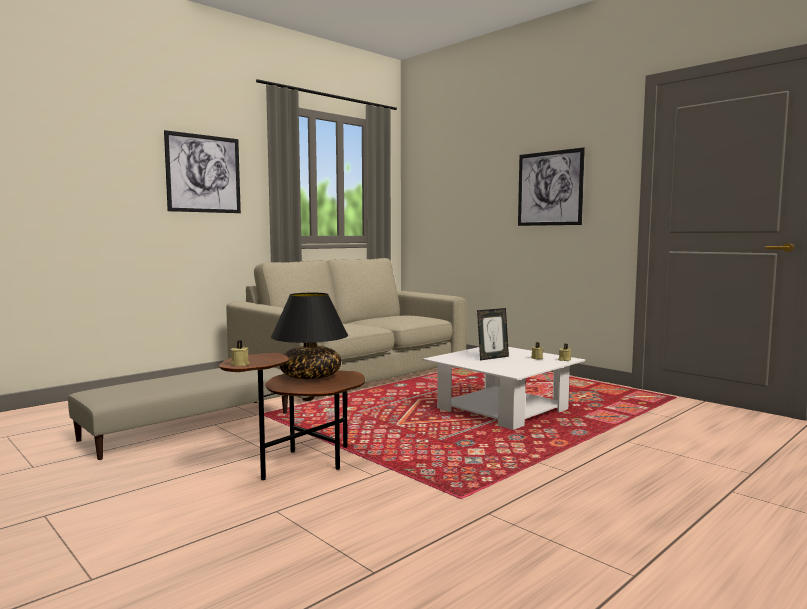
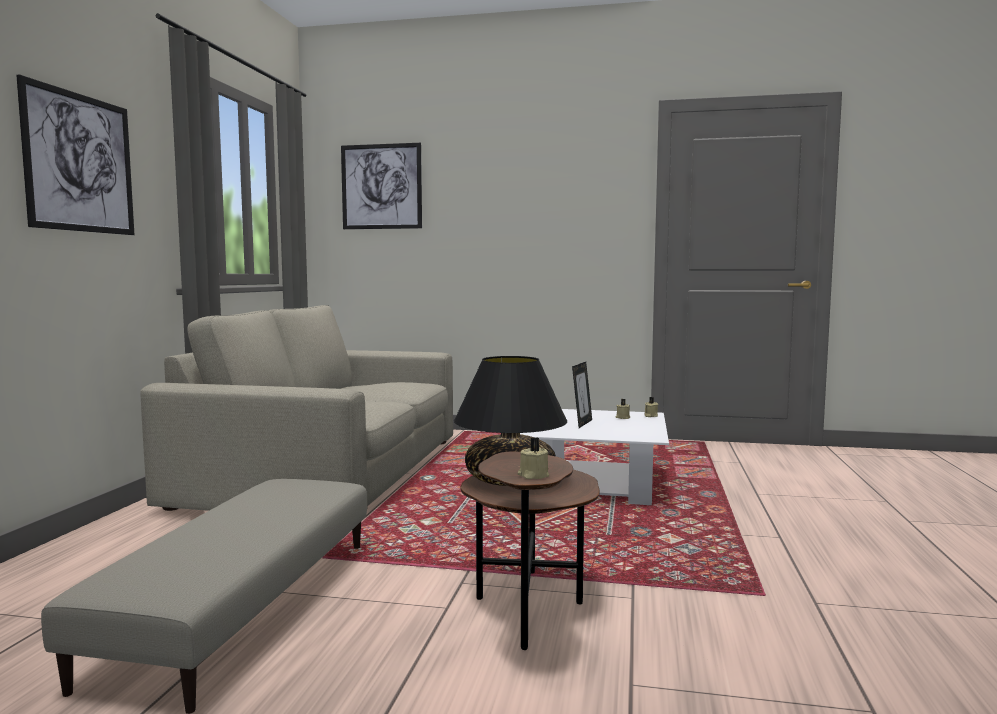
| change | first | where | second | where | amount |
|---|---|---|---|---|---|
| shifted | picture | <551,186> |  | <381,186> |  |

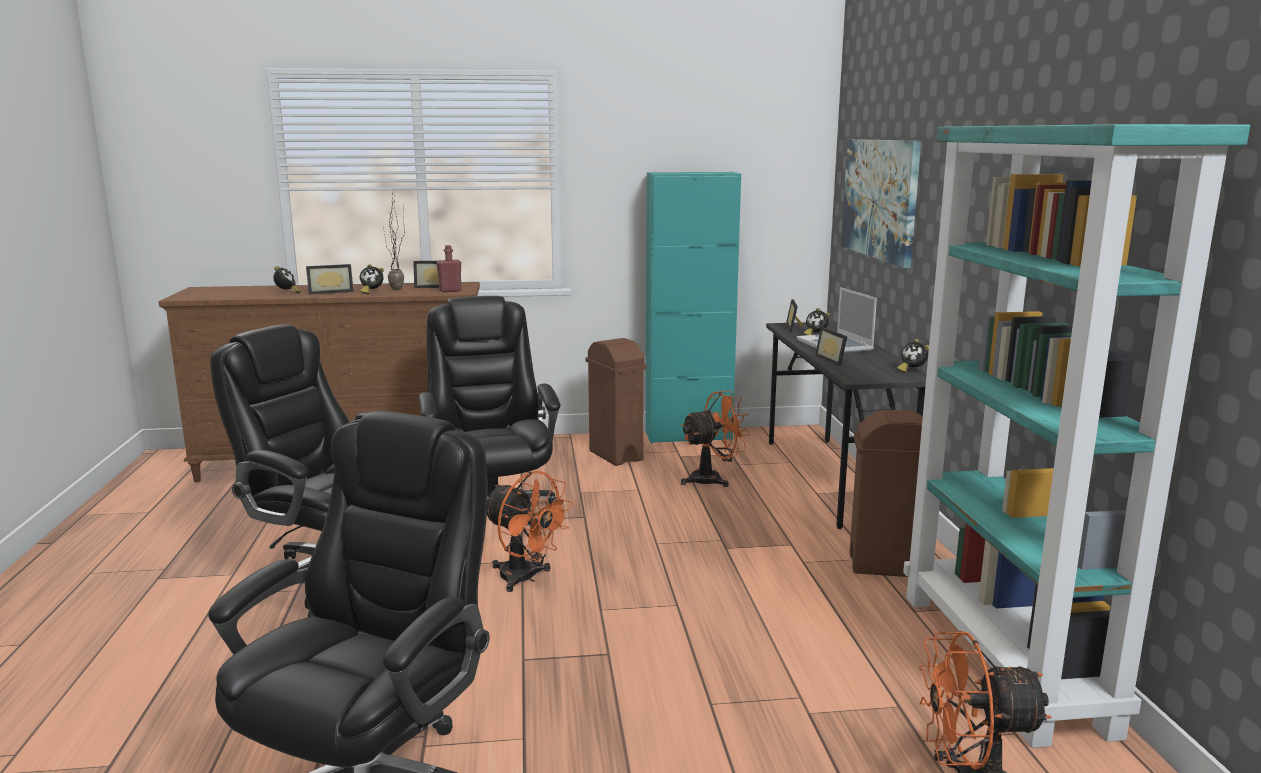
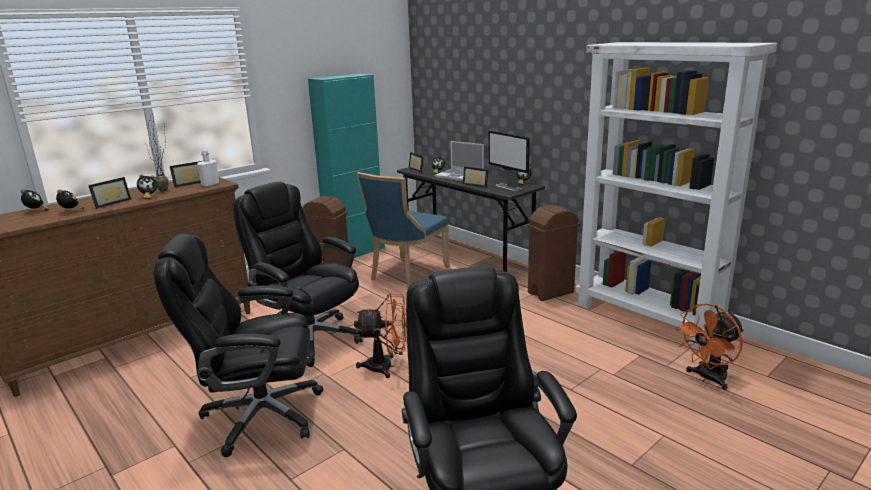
| change | first | where | second | where | amount |
|---|---|---|---|---|---|
| repainted | turquoise bookcase | <1076,436> | white bookcase | <676,196> |  |
| gone | picture | <881,203> |  |  |  |
| repainted | red bottle | <449,268> | white bottle | <208,168> |  |
| swapped | orange fan | <716,439> | blue chair | <403,230> |  |
| new |  |  | monitor | <509,161> |  |
| new |  |  | alarm clock | <35,200> |  |

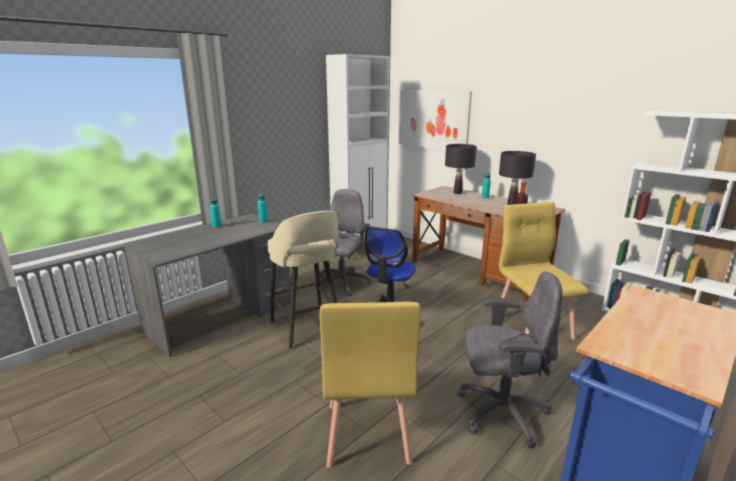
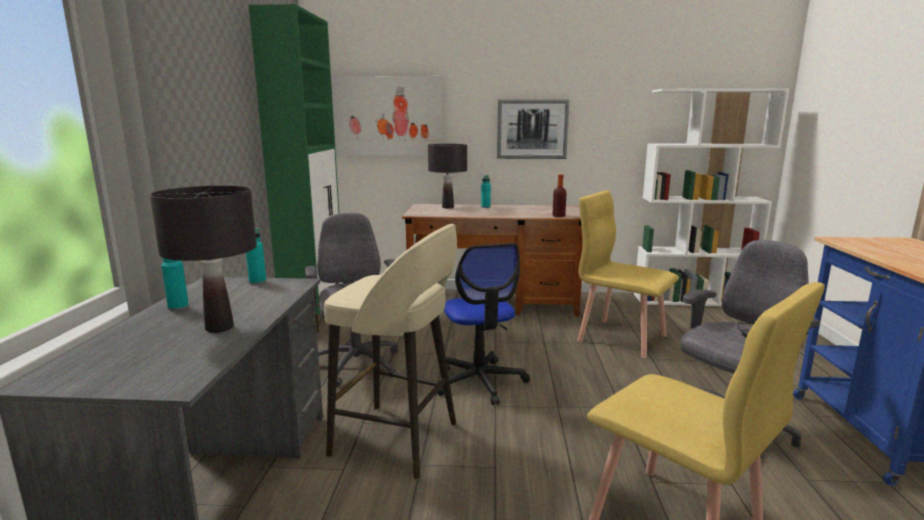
| change | first | where | second | where | amount |
|---|---|---|---|---|---|
| repainted | white cabinet | <357,156> | green cabinet | <296,168> |  |
| shifted | black table lamp | <517,178> |  | <203,259> |  |
| new |  |  | picture | <533,129> |  |

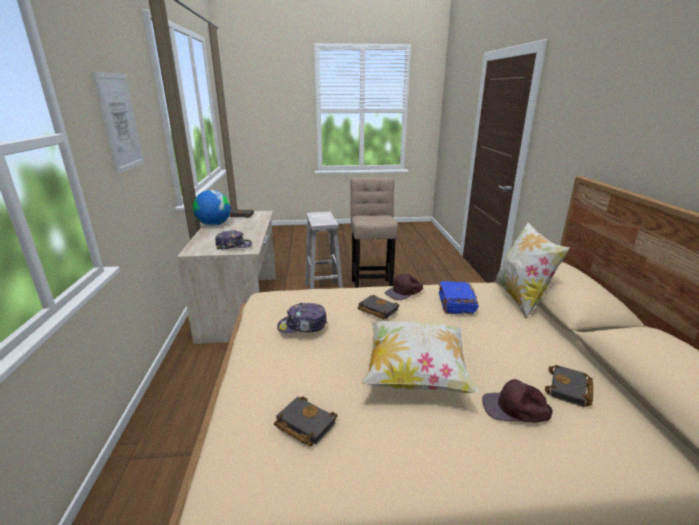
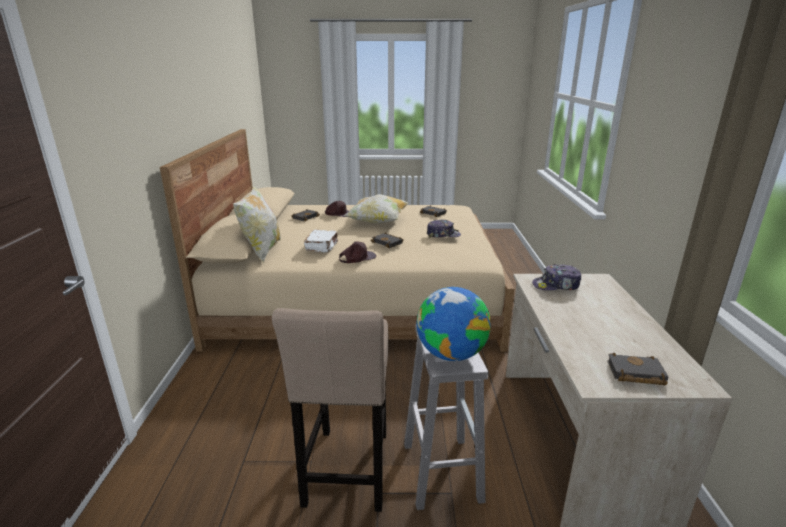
| change | first | where | second | where | amount |
|---|---|---|---|---|---|
| gone | picture | <118,122> |  |  |  |
| shifted | globe | <212,208> |  | <454,324> |  |
| repainted | blue book | <458,298> | white book | <321,241> |  |

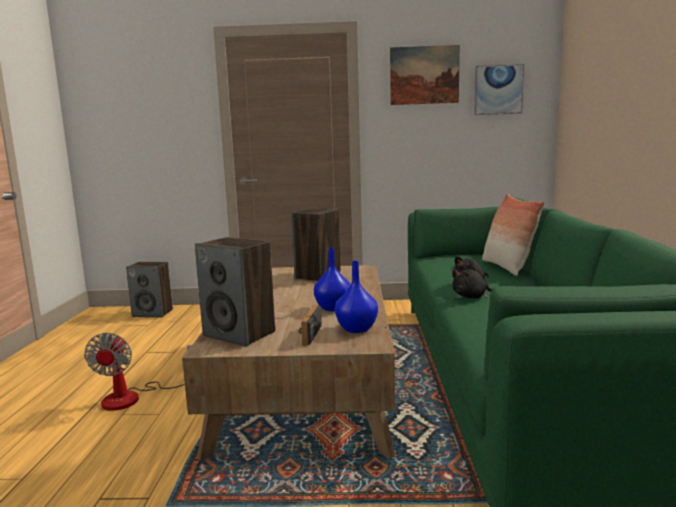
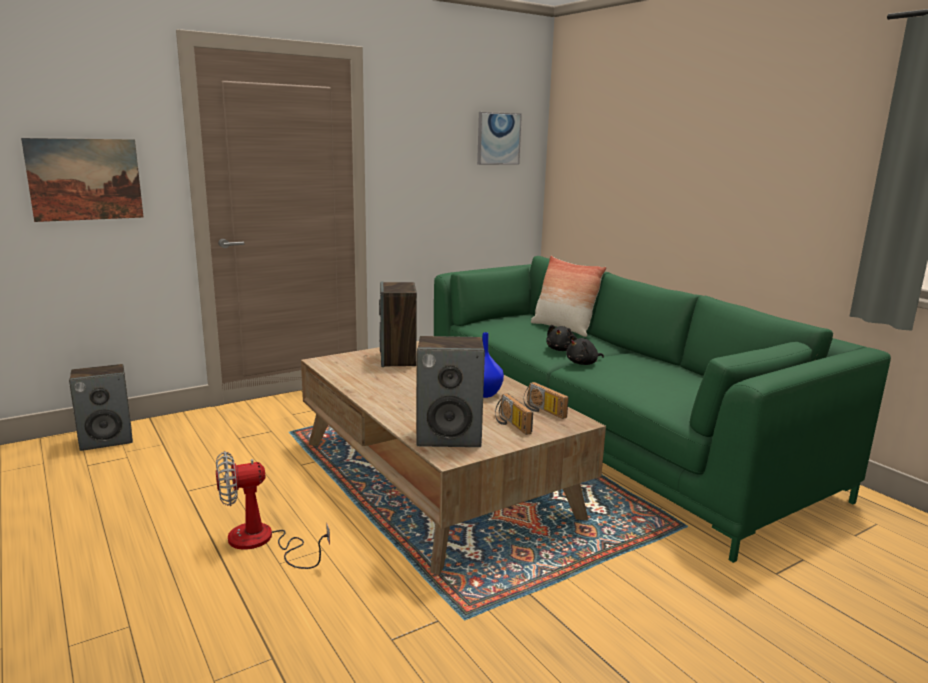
| change | first | where | second | where | amount |
|---|---|---|---|---|---|
| shifted | picture | <425,75> |  | <82,180> |  |
| swapped | blue vase | <356,297> | radio | <546,400> |  |
| rotated | fan | <138,372> |  | <273,510> | 105 degrees clockwise |

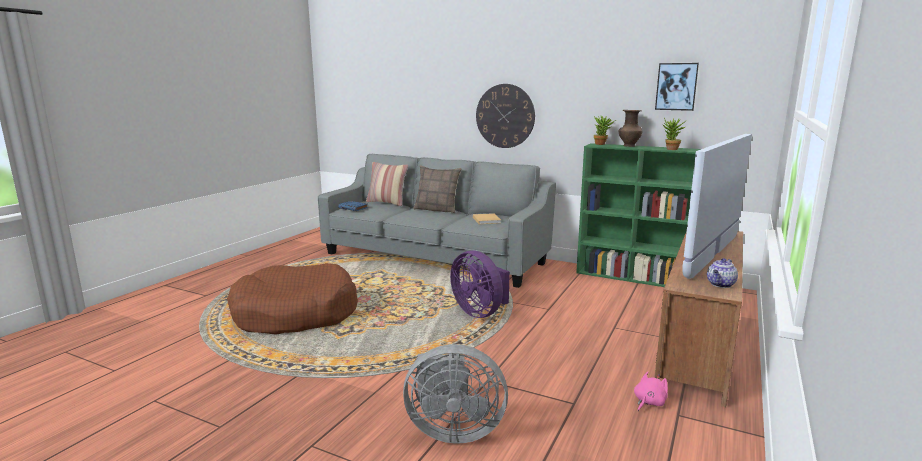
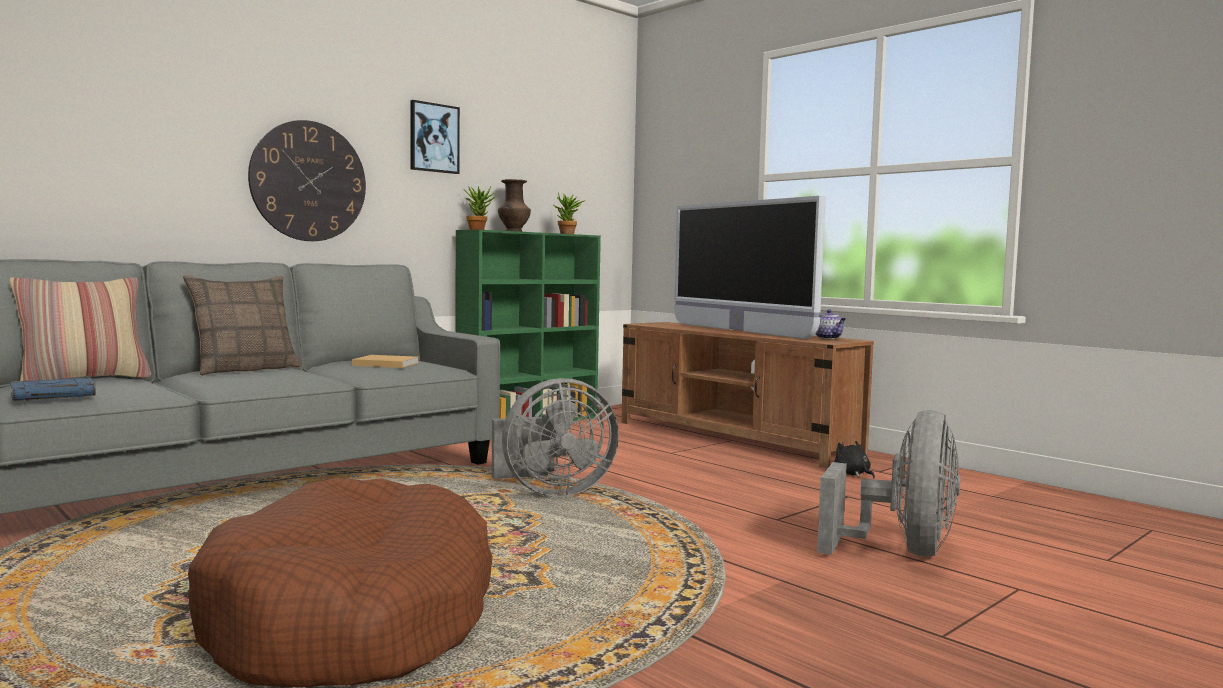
| change | first | where | second | where | amount |
|---|---|---|---|---|---|
| shifted | picture | <677,87> |  | <435,137> |  |
| repainted | purple fan | <480,284> | grey fan | <555,437> |  |
| repainted | pink plush toy | <651,391> | black plush toy | <854,459> |  |

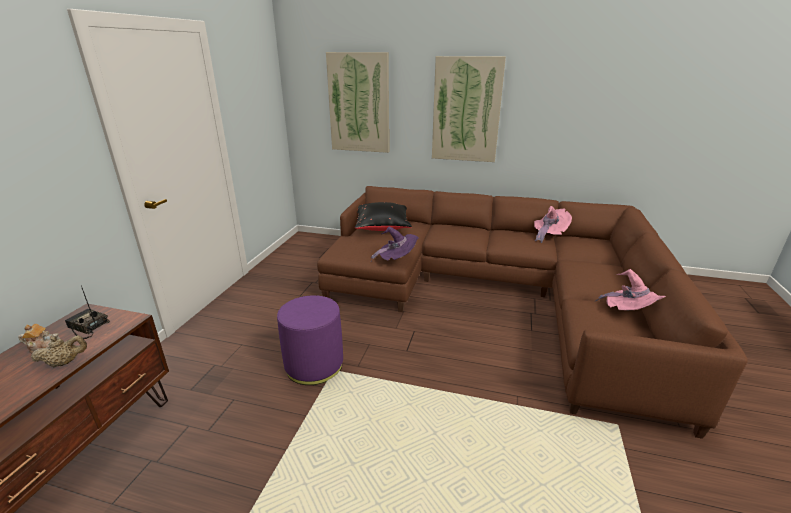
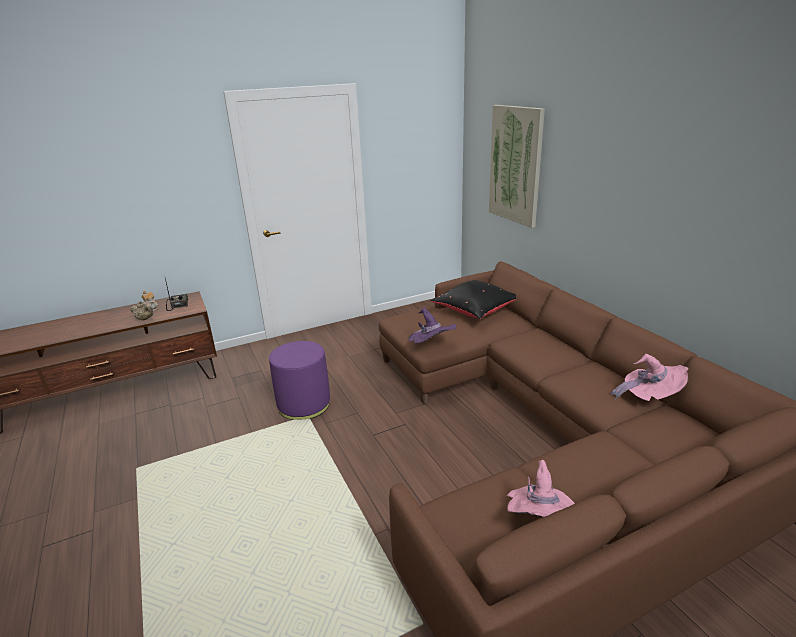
| change | first | where | second | where | amount |
|---|---|---|---|---|---|
| gone | picture | <469,109> |  |  |  |

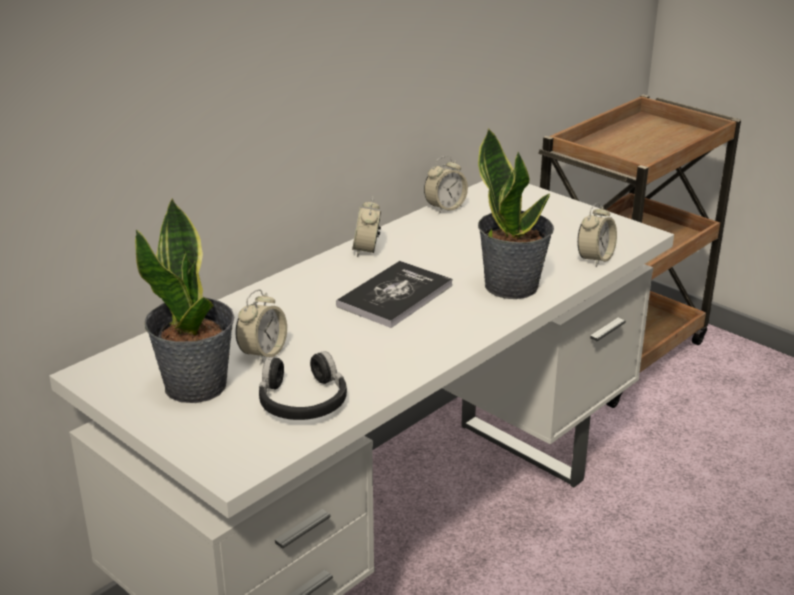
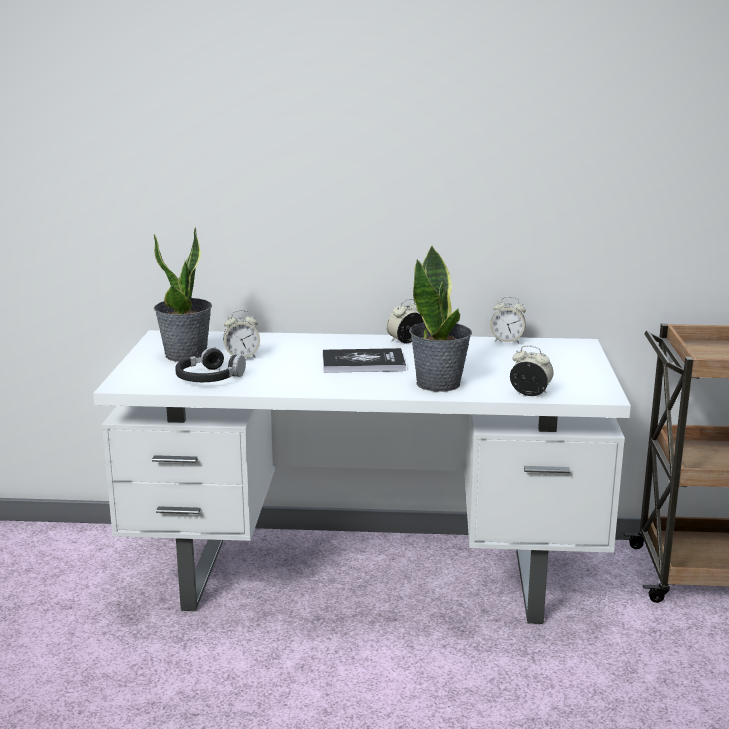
| change | first | where | second | where | amount |
|---|---|---|---|---|---|
| rotated | alarm clock | <597,235> |  | <532,371> | 150 degrees counterclockwise |

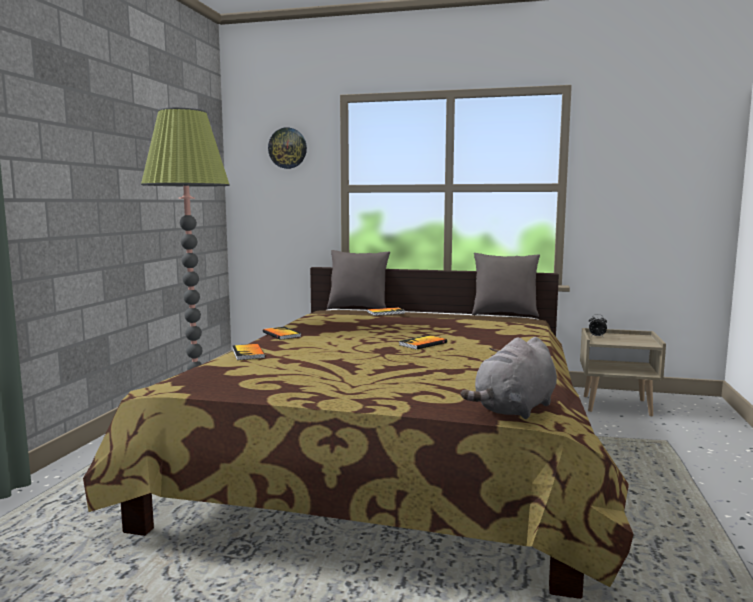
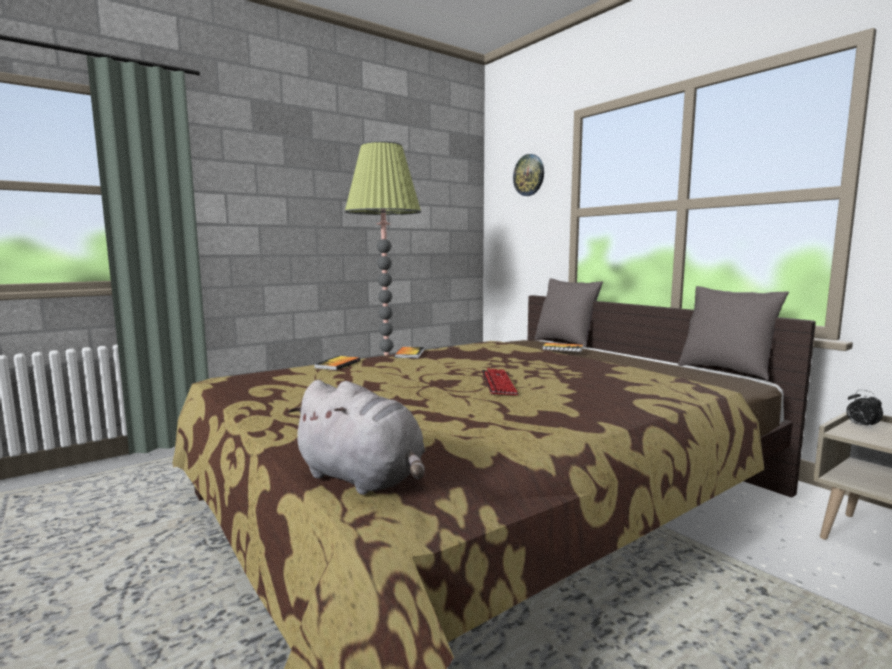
| change | first | where | second | where | amount |
|---|---|---|---|---|---|
| swapped | book | <423,342> | keyboard | <500,381> |  |
| rotated | grey plush toy | <509,378> |  | <356,437> | 135 degrees counterclockwise |

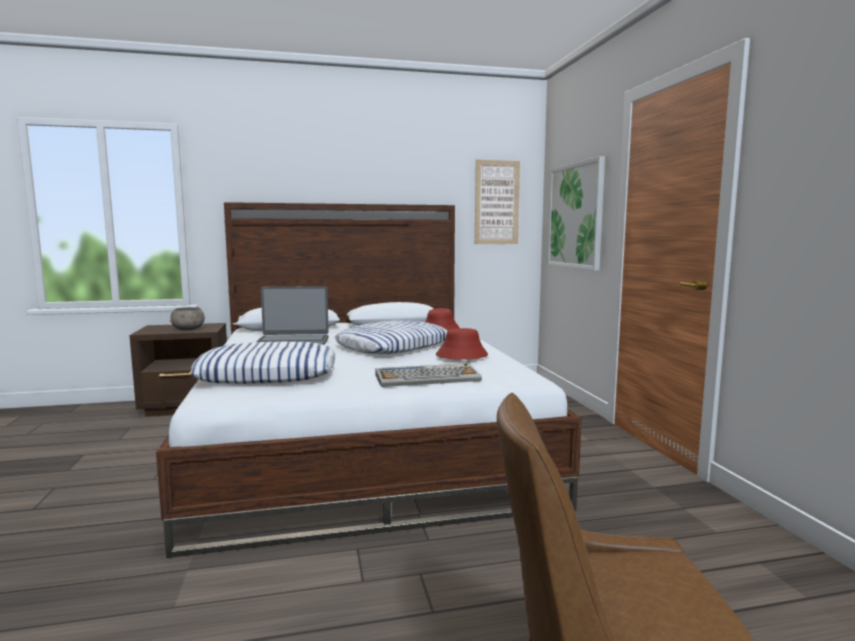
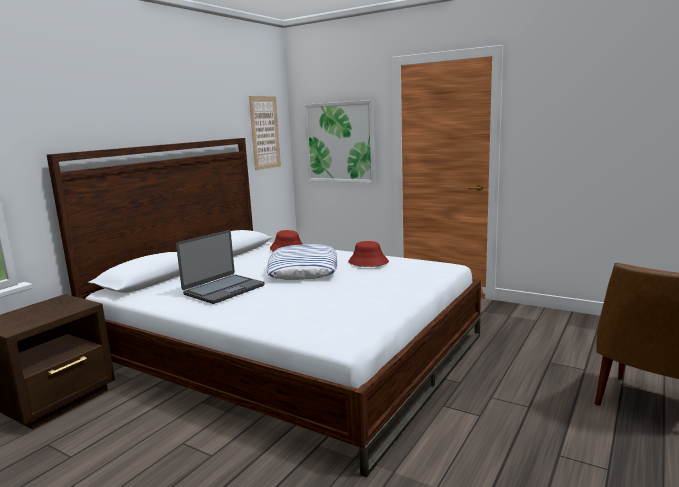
| change | first | where | second | where | amount |
|---|---|---|---|---|---|
| gone | grey bowl | <187,318> |  |  |  |
| gone | pillow | <262,362> |  |  |  |
| gone | keyboard | <428,375> |  |  |  |

